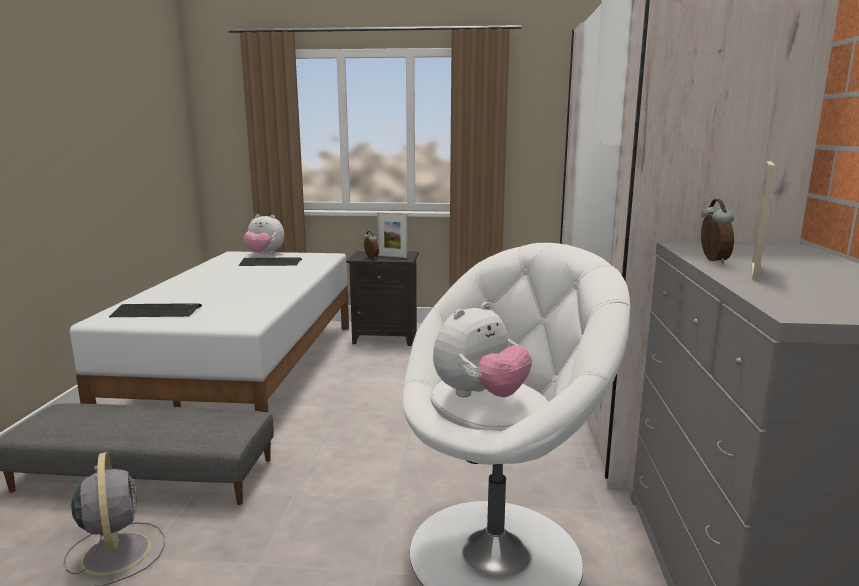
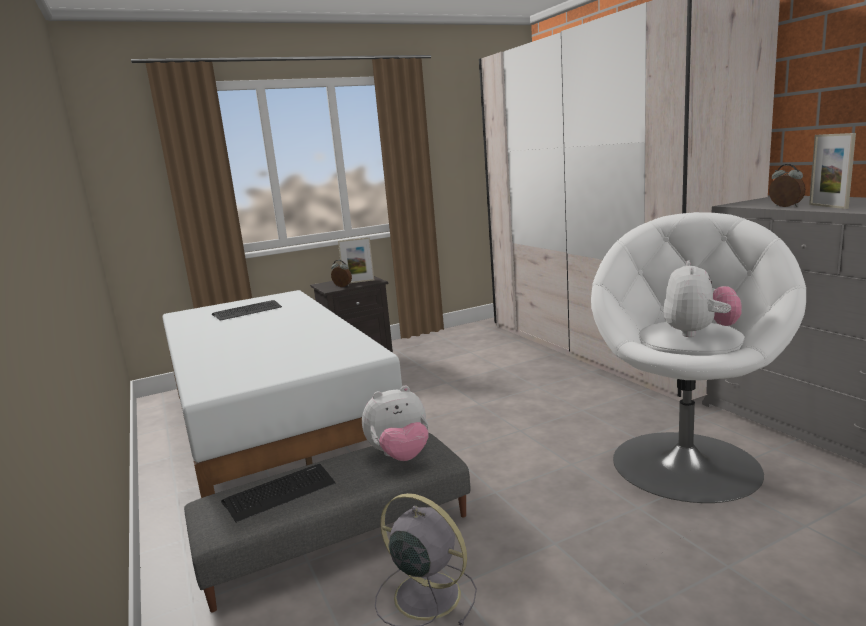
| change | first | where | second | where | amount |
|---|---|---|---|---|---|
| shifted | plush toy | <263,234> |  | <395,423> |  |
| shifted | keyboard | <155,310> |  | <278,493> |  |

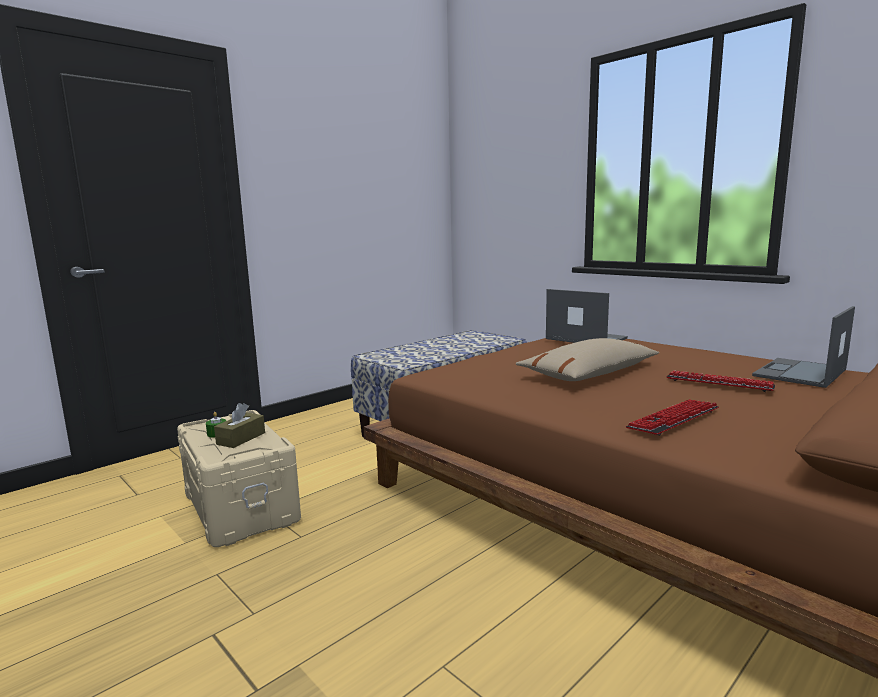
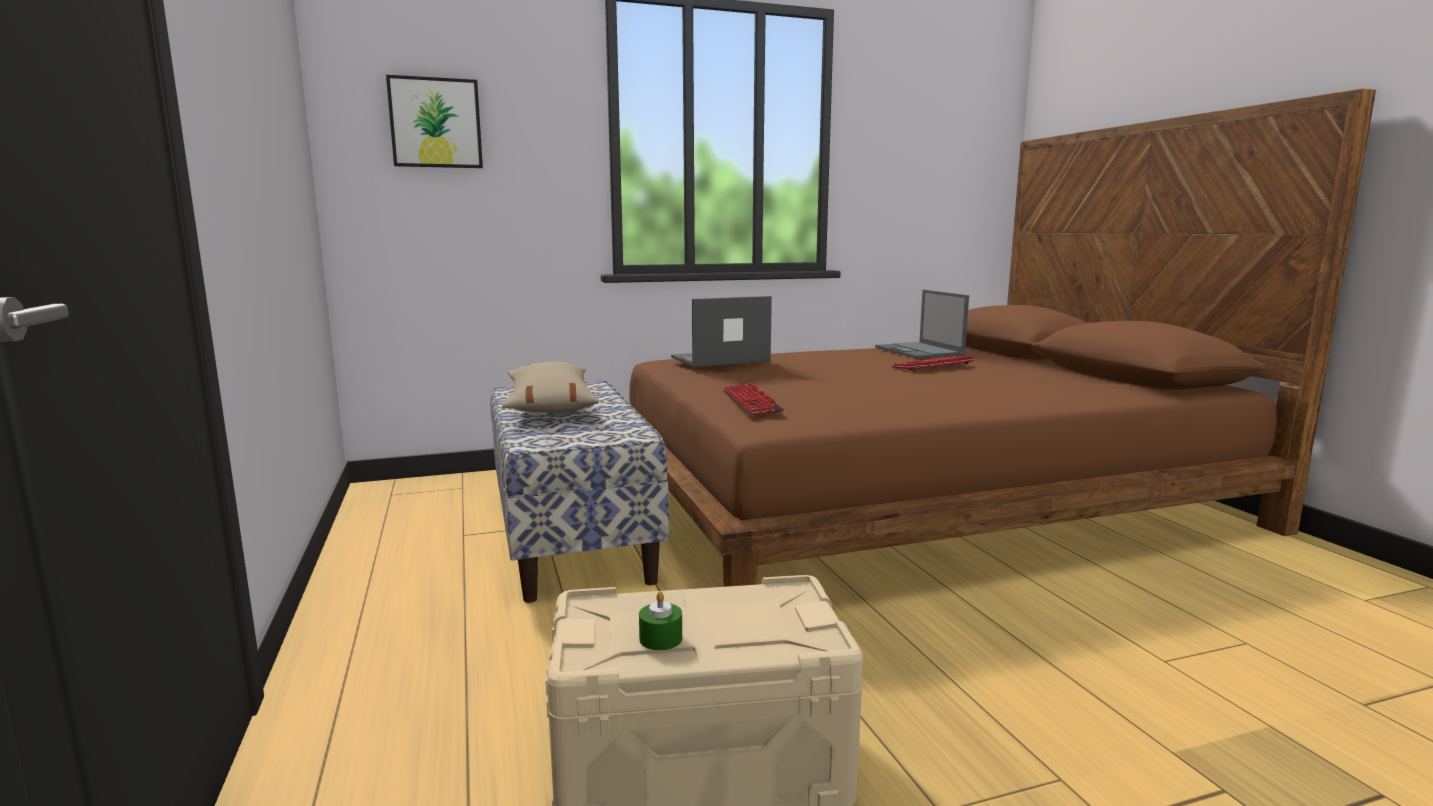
| change | first | where | second | where | amount |
|---|---|---|---|---|---|
| shifted | beige pillow | <587,359> |  | <551,387> |  |
| shifted | keyboard | <672,417> |  | <753,399> |  |
| gone | brown tissue box | <239,425> |  |  |  |
| new |  |  | picture | <434,121> |  |

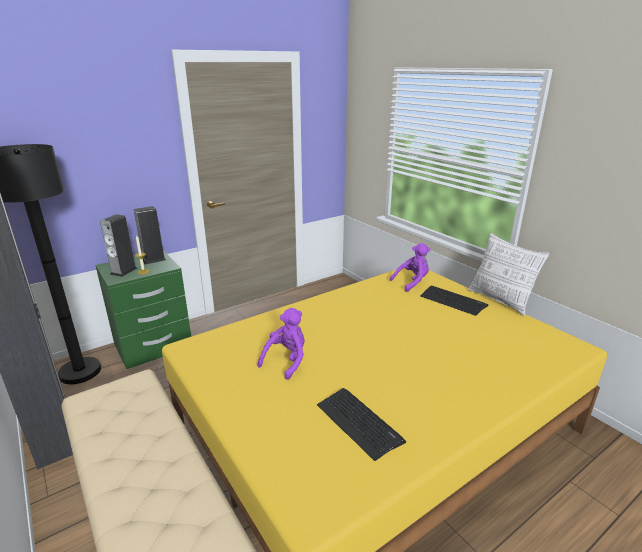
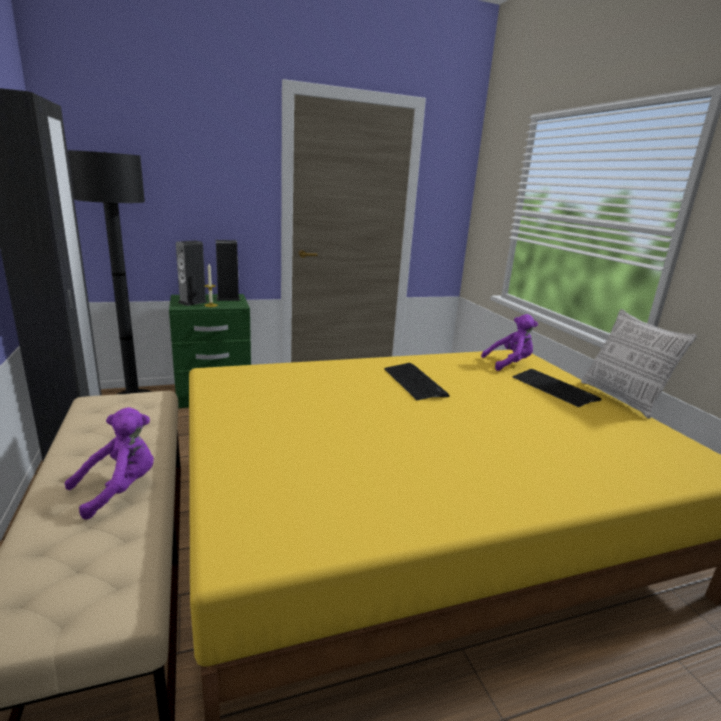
| change | first | where | second | where | amount |
|---|---|---|---|---|---|
| shifted | purple plush toy | <281,344> |  | <109,463> |  |
| shifted | keyboard | <361,424> |  | <417,381> |  |

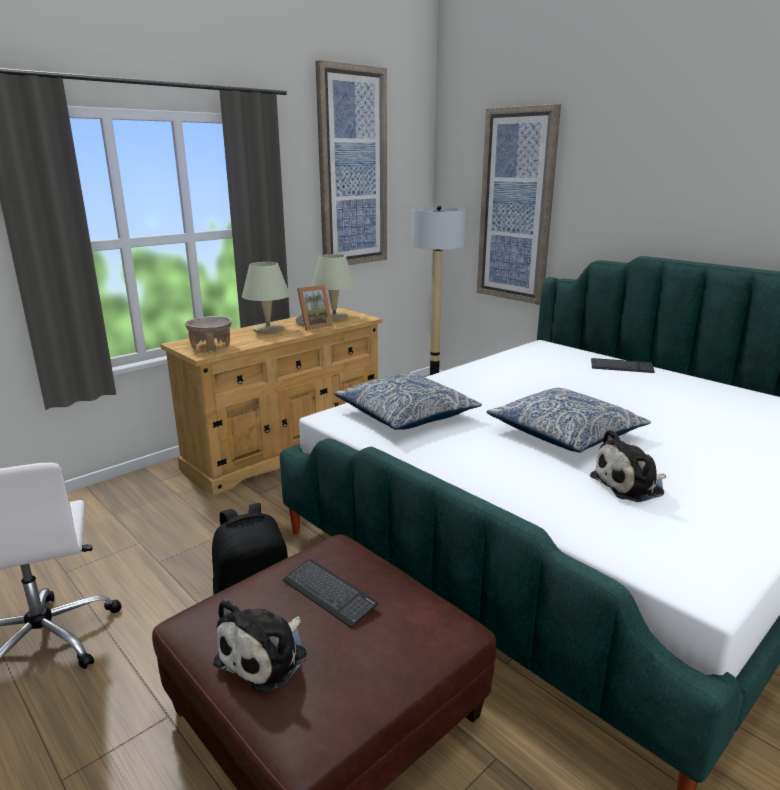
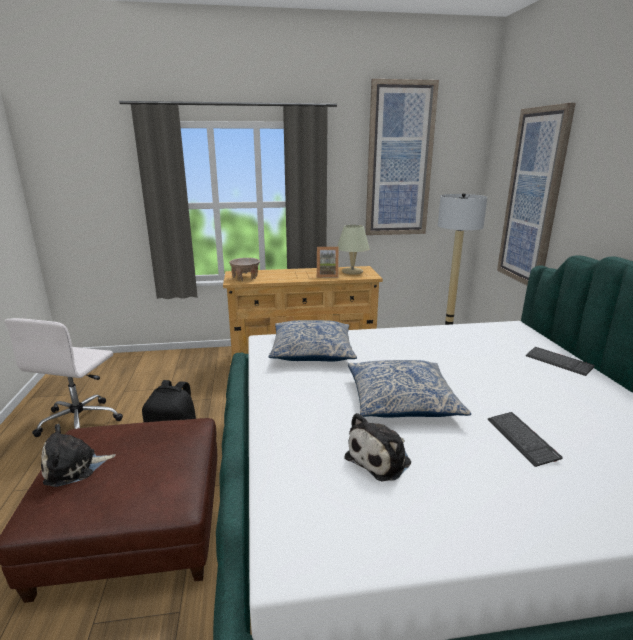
| change | first | where | second | where | amount |
|---|---|---|---|---|---|
| gone | beige table lamp | <266,297> |  |  |  |
| rotated | plush toy | <628,466> |  | <377,447> | 60 degrees counterclockwise |
| shifted | keyboard | <330,593> |  | <525,439> |  |

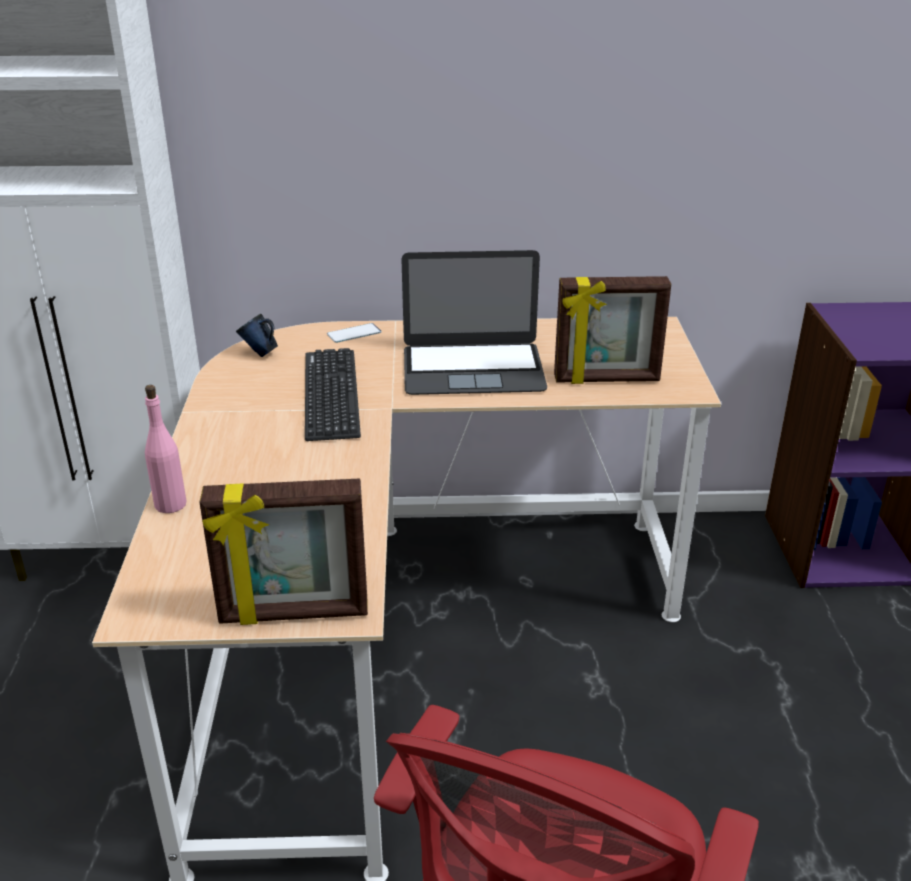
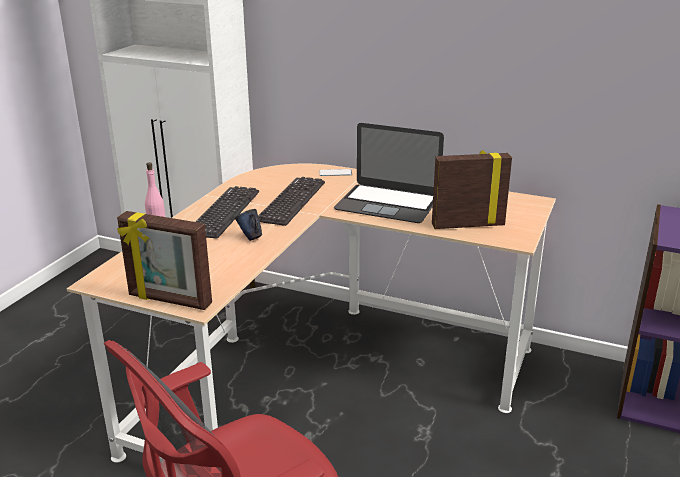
| change | first | where | second | where | amount |
|---|---|---|---|---|---|
| rotated | picture frame | <612,330> |  | <472,189> | 150 degrees clockwise |
| shifted | blue mug | <257,335> |  | <248,225> |  |
| new |  |  | keyboard | <227,212> |  |

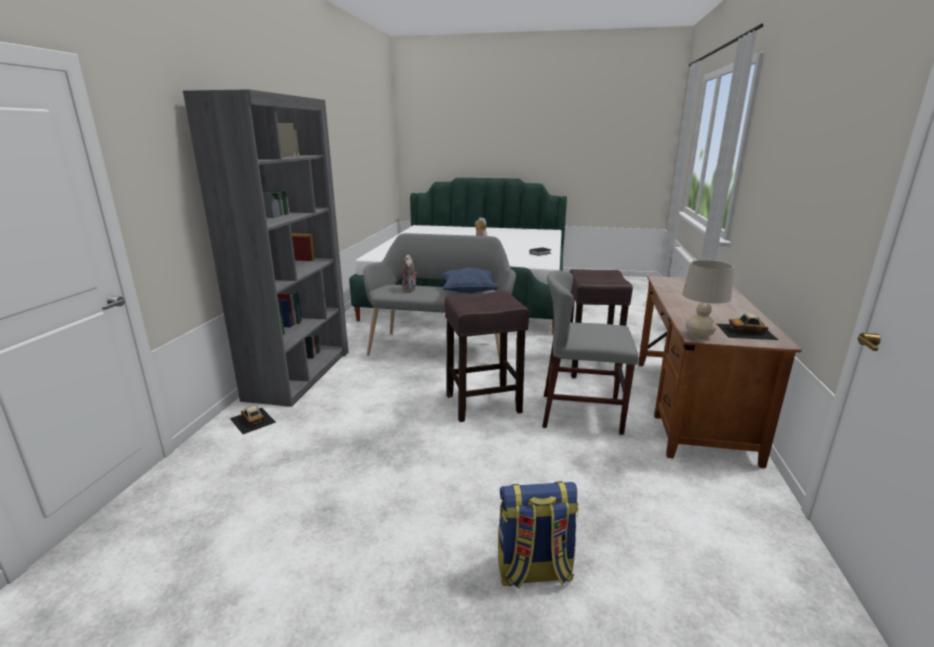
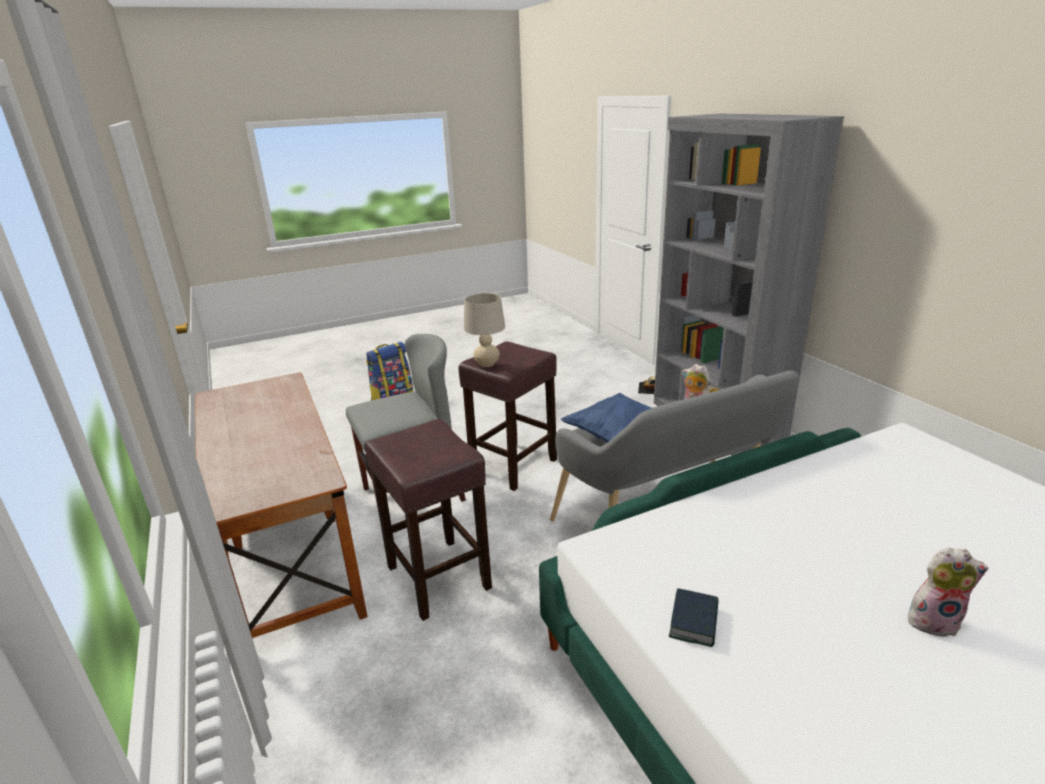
| change | first | where | second | where | amount |
|---|---|---|---|---|---|
| shifted | beige table lamp | <708,299> |  | <484,330> |  |
| gone | toy car | <747,326> |  |  |  |

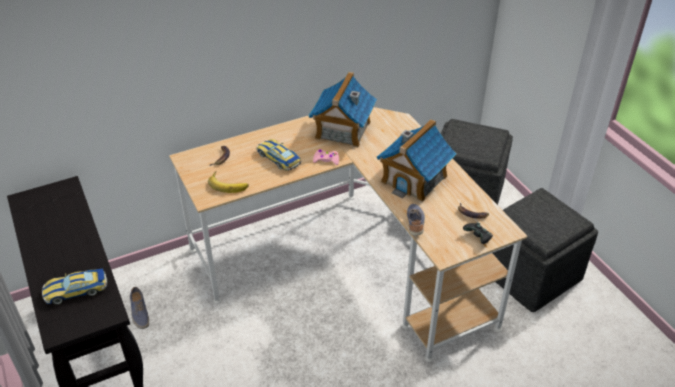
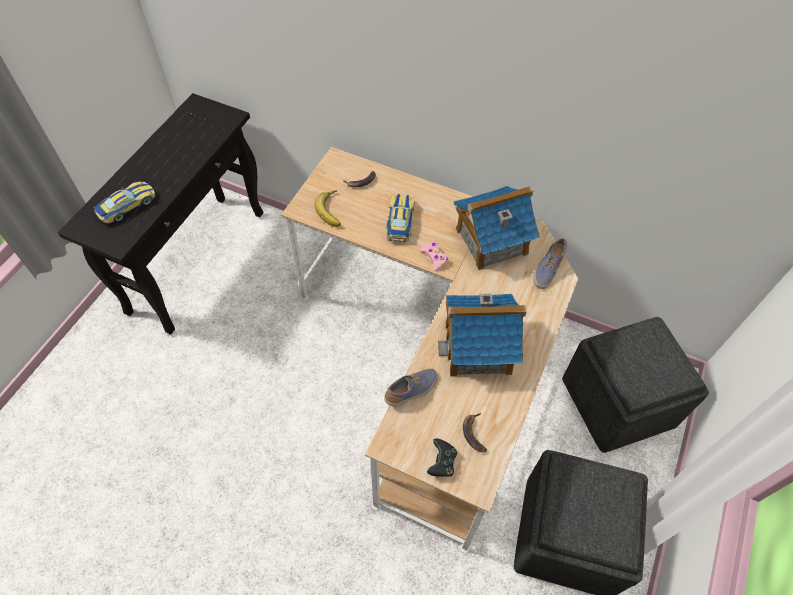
| change | first | where | second | where | amount |
|---|---|---|---|---|---|
| rotated | toy car | <75,286> |  | <125,202> | 105 degrees clockwise |
| shifted | shoe | <139,308> |  | <550,263> |  |

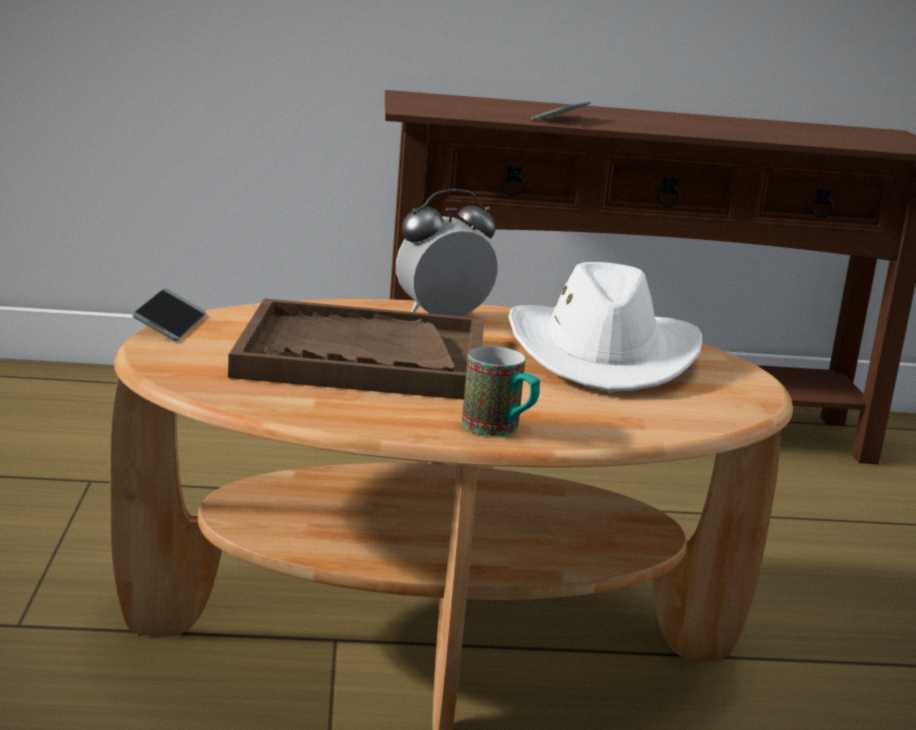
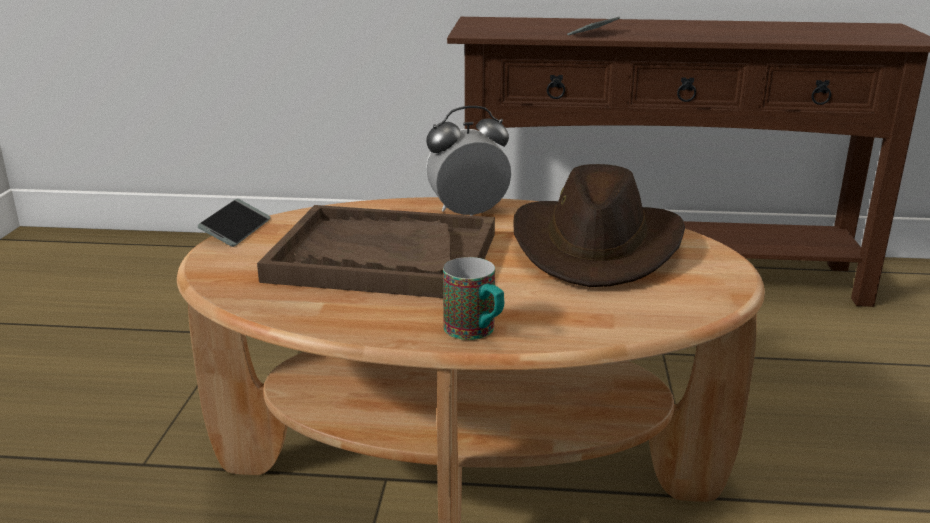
| change | first | where | second | where | amount |
|---|---|---|---|---|---|
| repainted | white hat | <605,326> | brown hat | <599,225> |  |

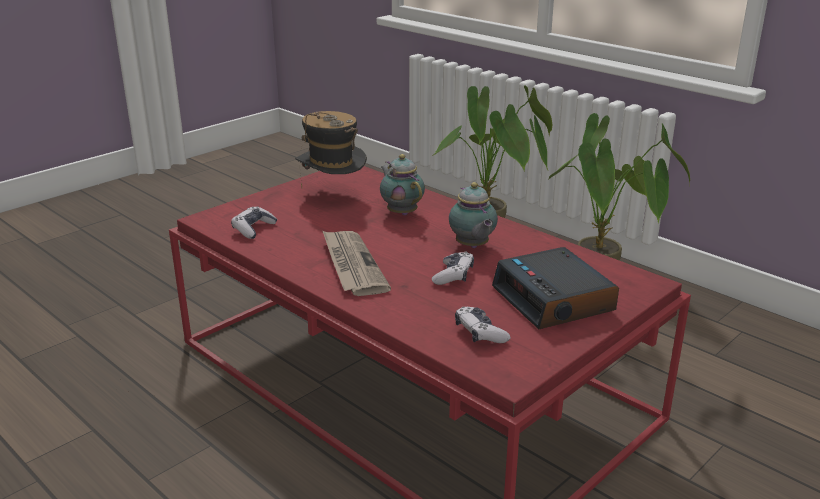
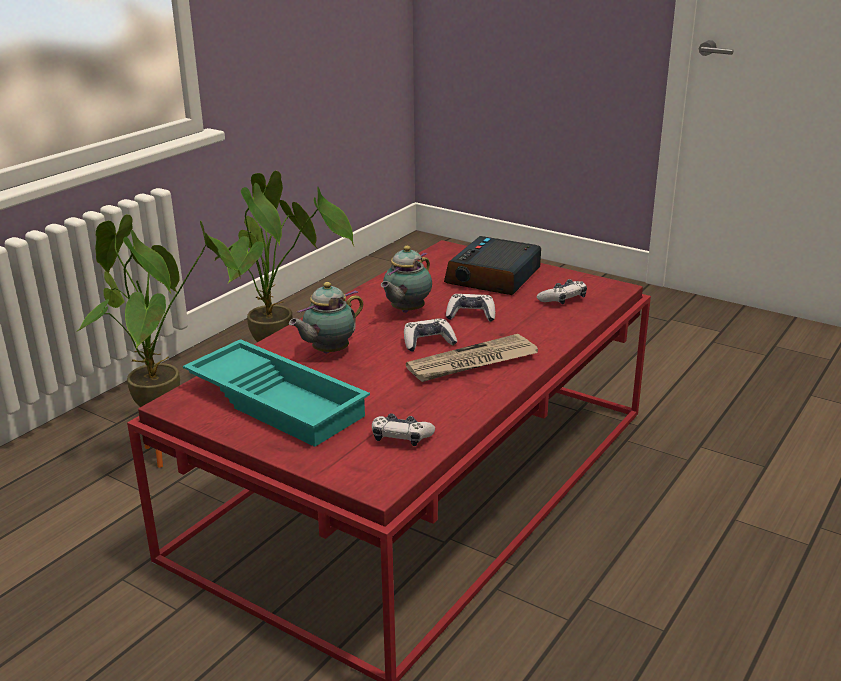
| change | first | where | second | where | amount |
|---|---|---|---|---|---|
| swapped | hat | <331,149> | turquoise tray | <276,393> |  |
| rotated | teapot | <473,215> |  | <406,279> | 150 degrees clockwise |
| rotated | alarm clock | <555,288> |  | <492,265> | 150 degrees clockwise |
| new |  |  | game controller | <430,335> |  |

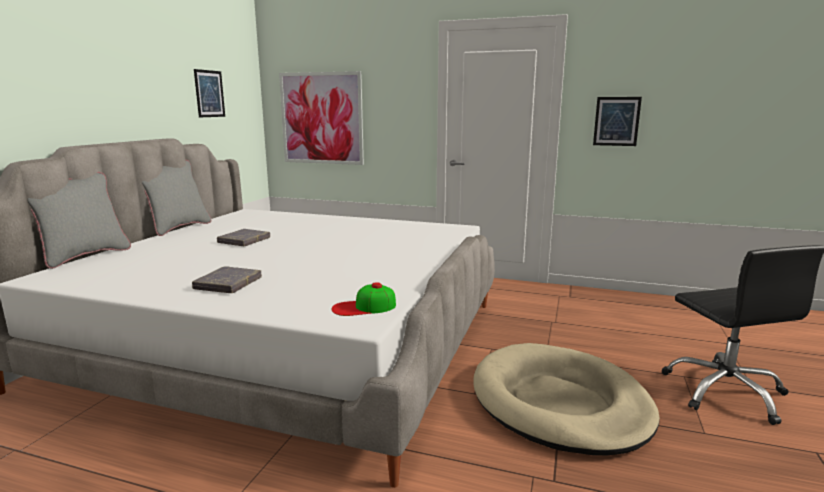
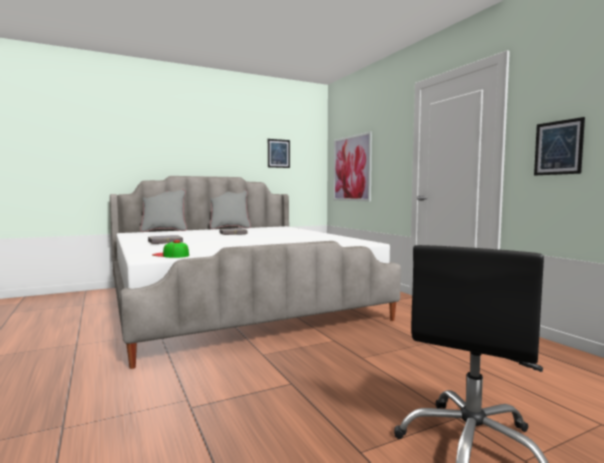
| change | first | where | second | where | amount |
|---|---|---|---|---|---|
| gone | beige dog bed | <566,399> |  |  |  |

